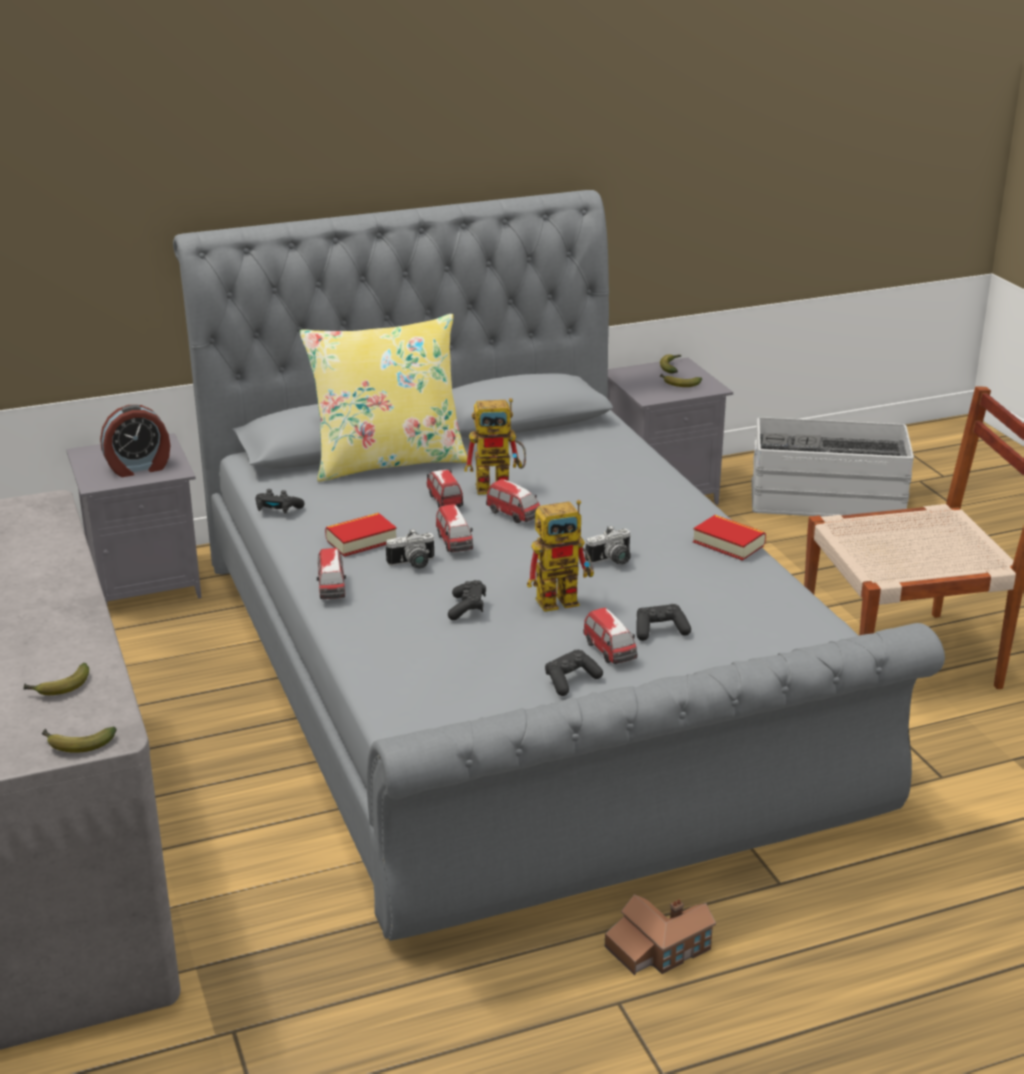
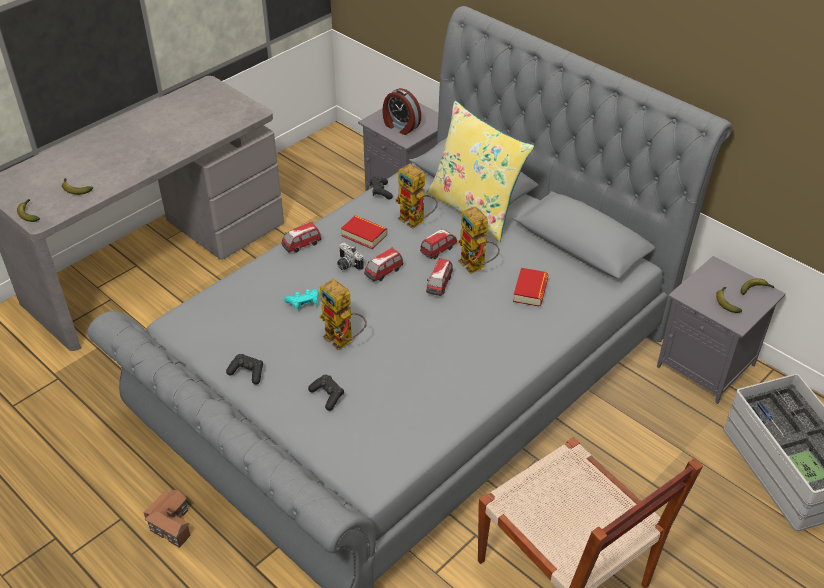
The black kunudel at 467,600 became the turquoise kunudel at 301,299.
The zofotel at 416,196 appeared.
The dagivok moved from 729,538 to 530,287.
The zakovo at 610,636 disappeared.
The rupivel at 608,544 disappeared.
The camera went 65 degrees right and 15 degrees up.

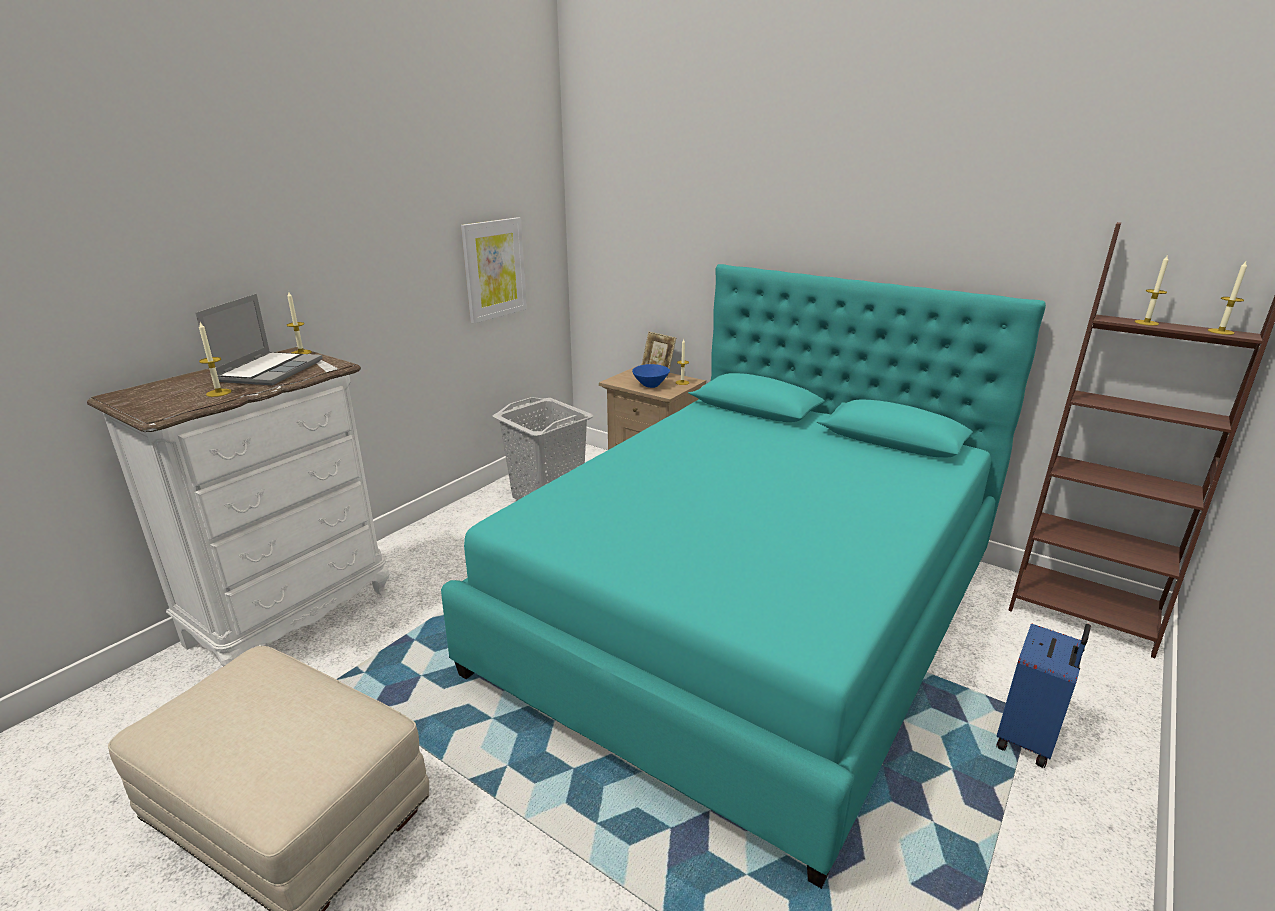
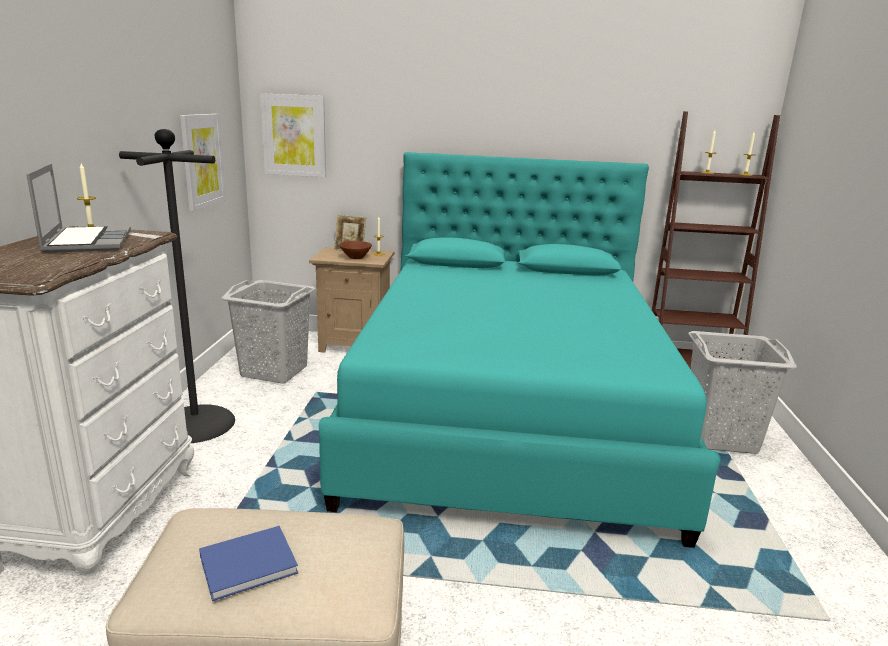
The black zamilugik at 177,286 appeared.
The blue dagivok at 248,563 appeared.
The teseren at 293,135 appeared.
The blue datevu at 651,376 became the brown datevu at 356,250.
The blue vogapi at 1043,695 was replaced by the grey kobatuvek at 742,392.
The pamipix at 215,359 disappeared.
The camera went 30 degrees left and 5 degrees down.

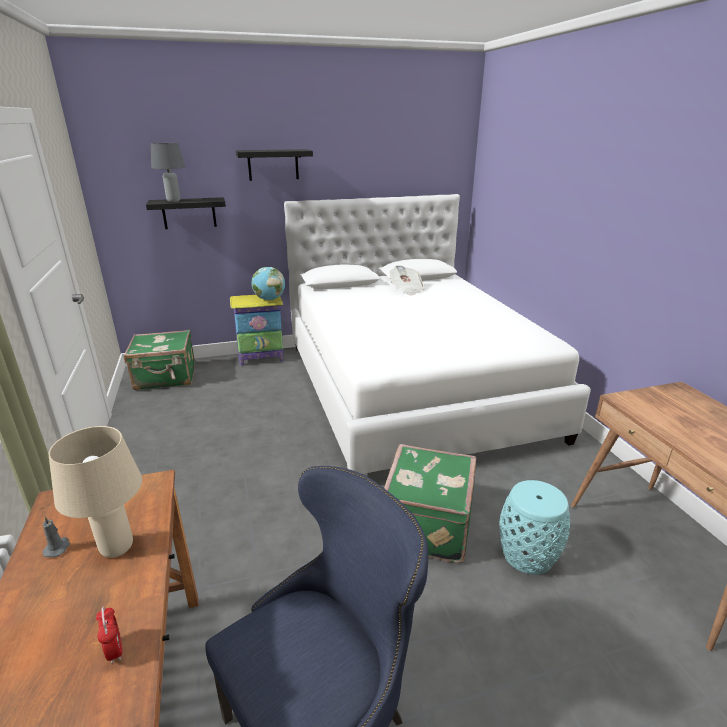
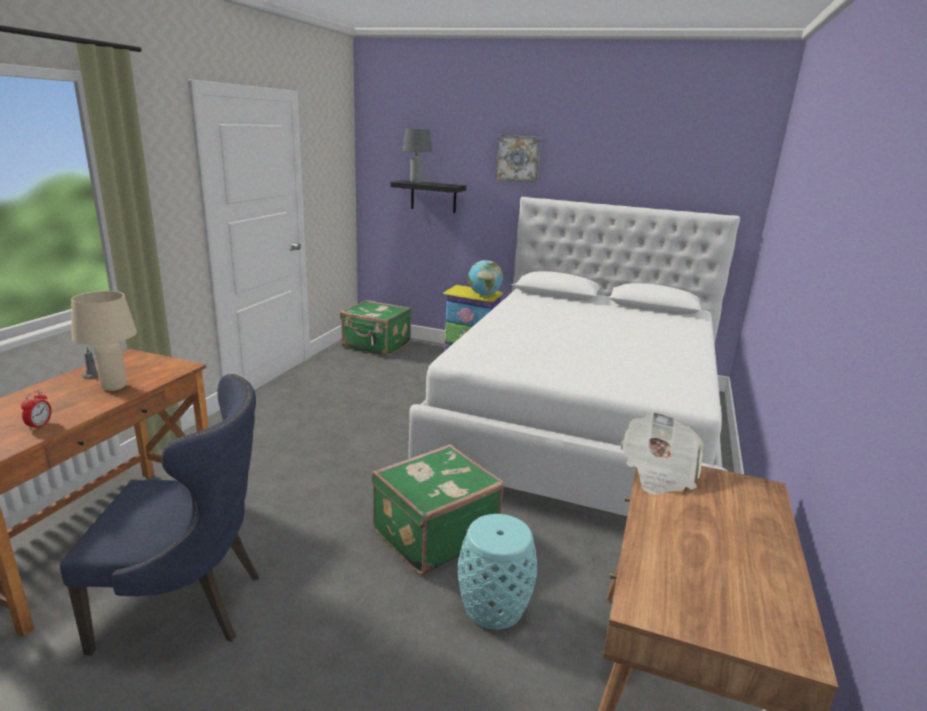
The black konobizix at 274,165 was replaced by the teseren at 518,159.
The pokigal moved from 406,280 to 662,453.
The camera went 35 degrees right and 5 degrees down.

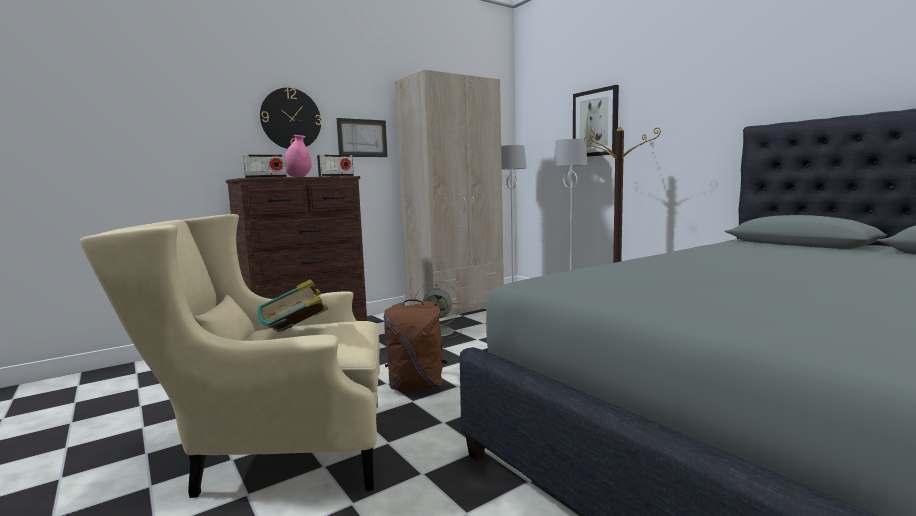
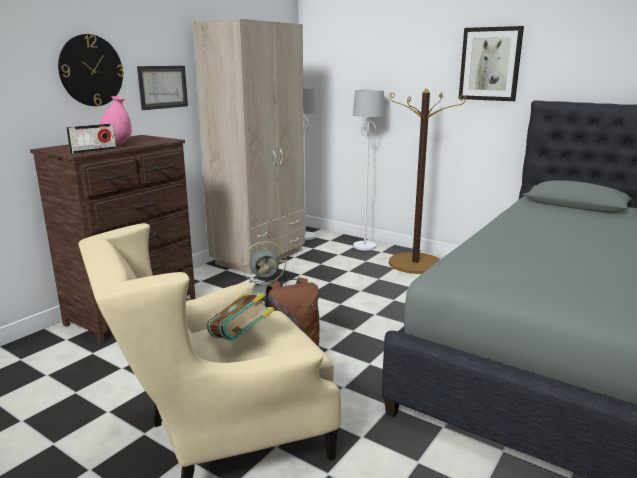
The teseren moved from 596,121 to 491,63.
The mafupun at 335,166 disappeared.
The camera went 20 degrees left and 10 degrees up.

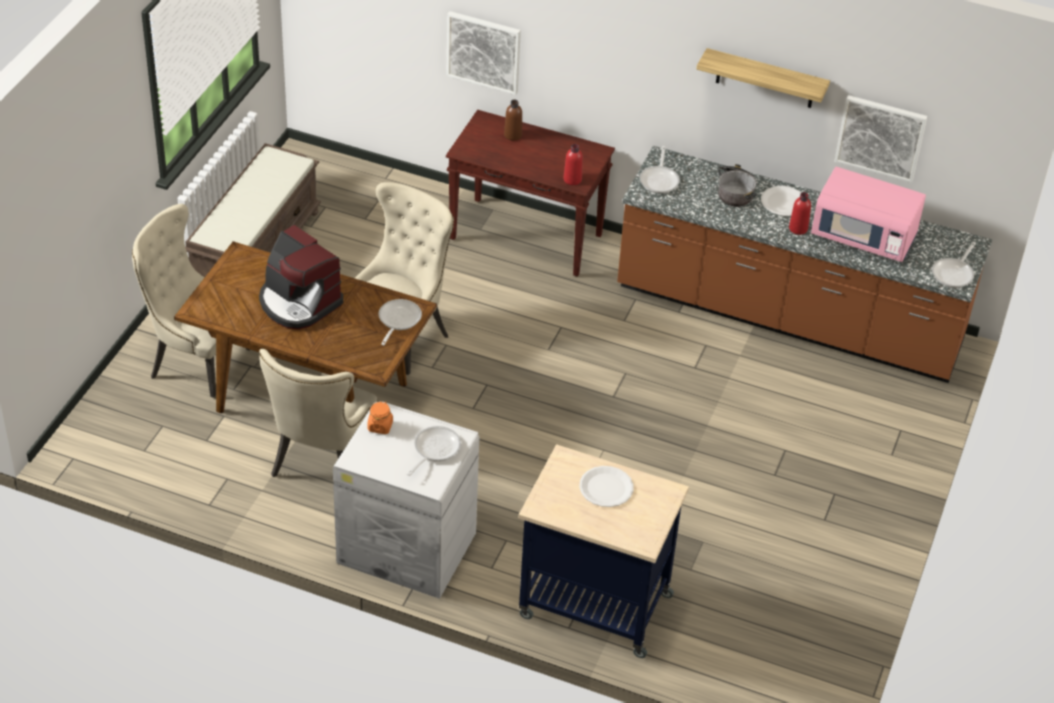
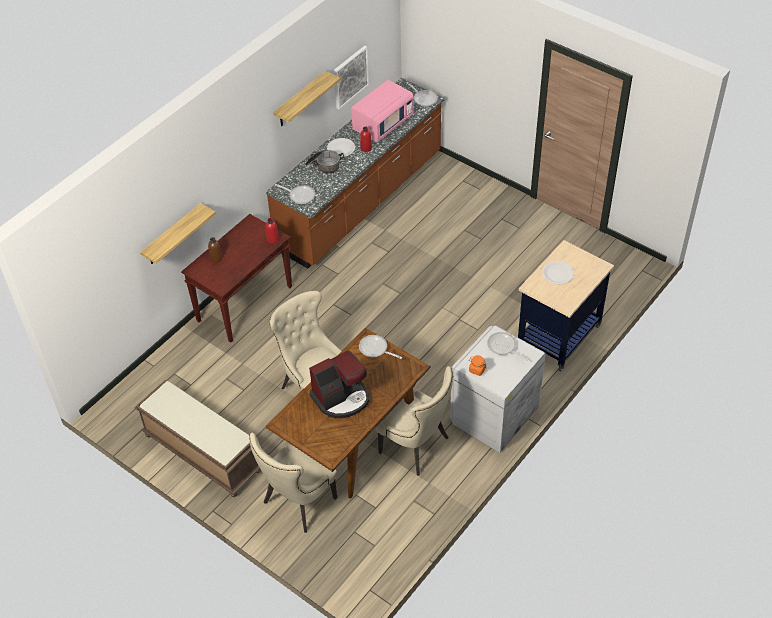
The teseren at 483,53 was replaced by the konobizix at 178,233.
The camera went 70 degrees left and 5 degrees up.

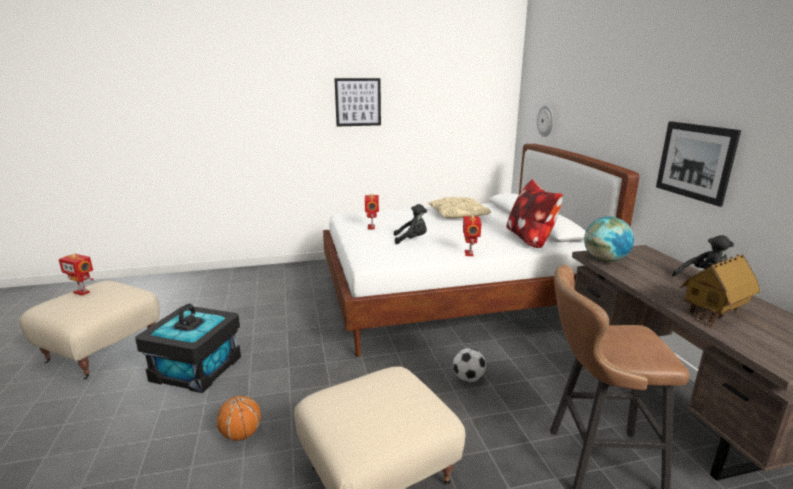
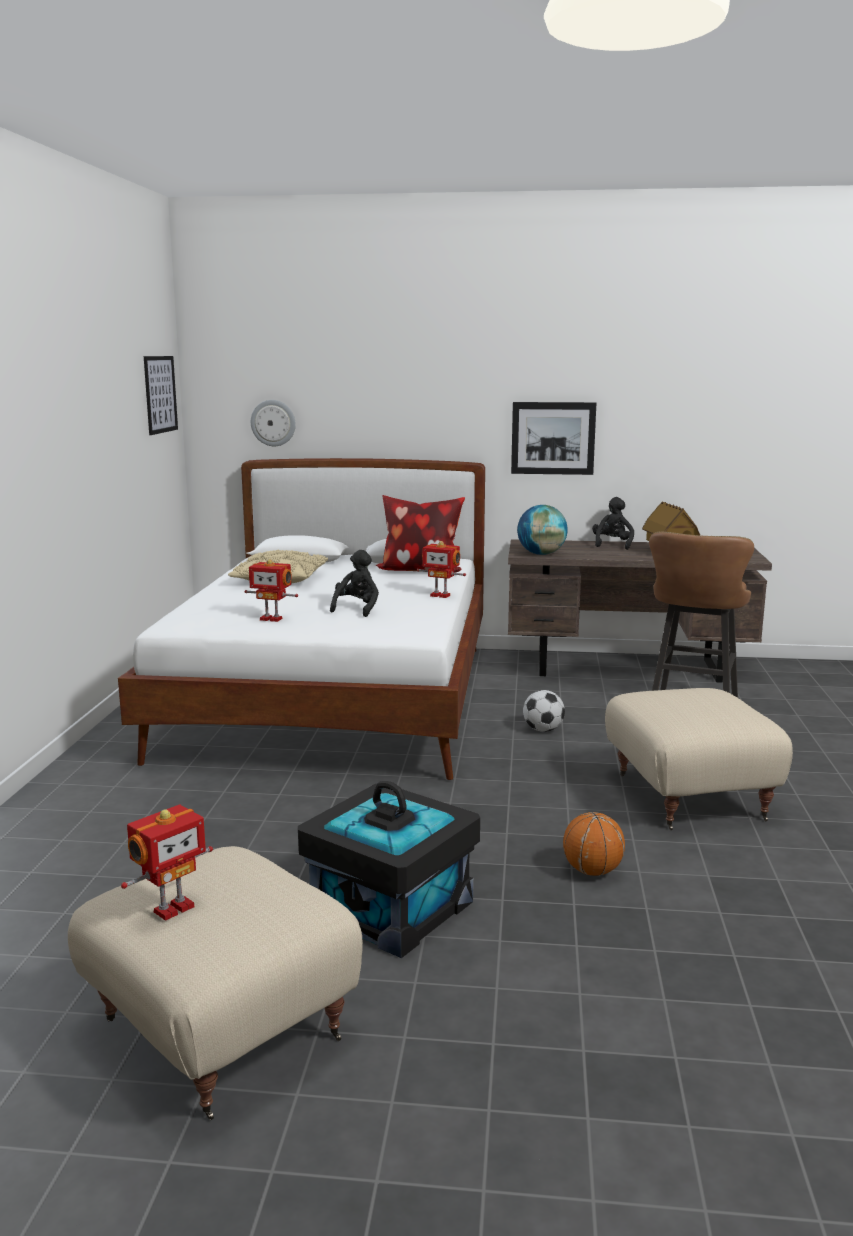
The teseren moved from 357,102 to 161,395.
The camera went 70 degrees left and 5 degrees down.

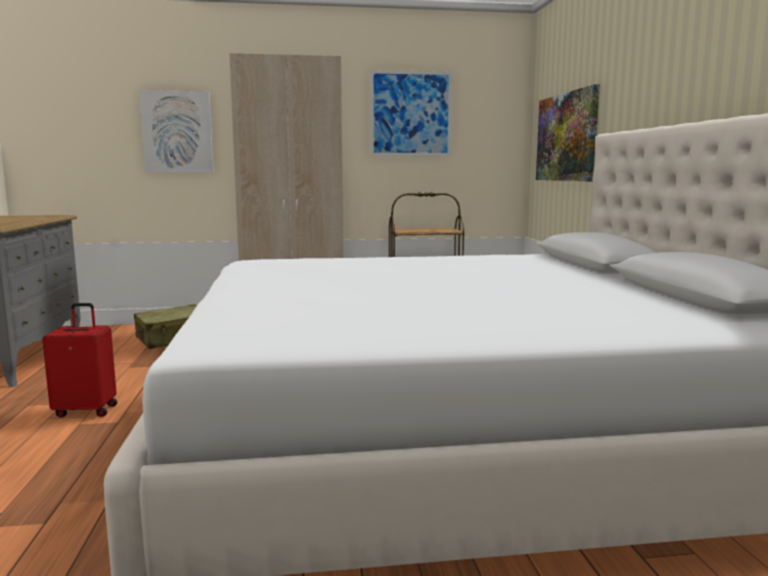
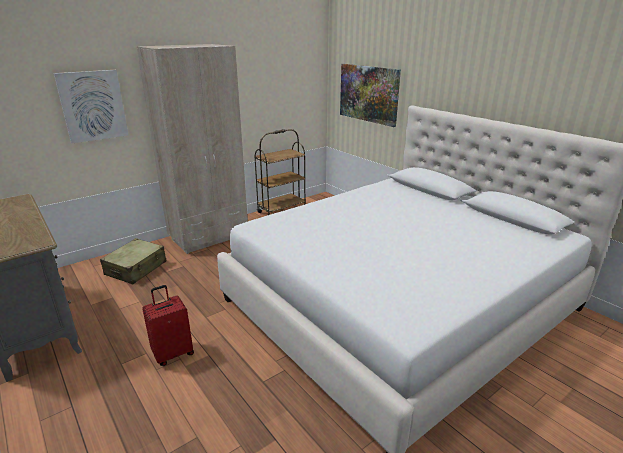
The teseren at 411,113 disappeared.
The camera went 30 degrees left and 15 degrees up.

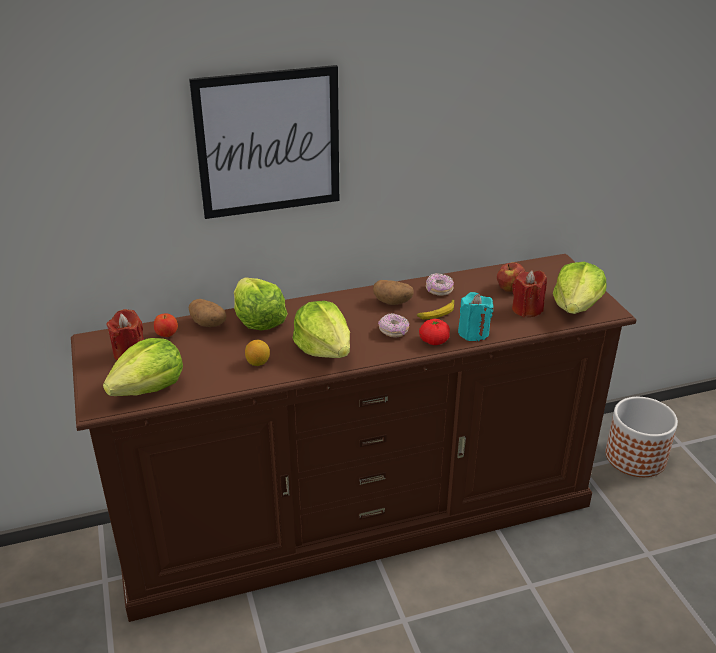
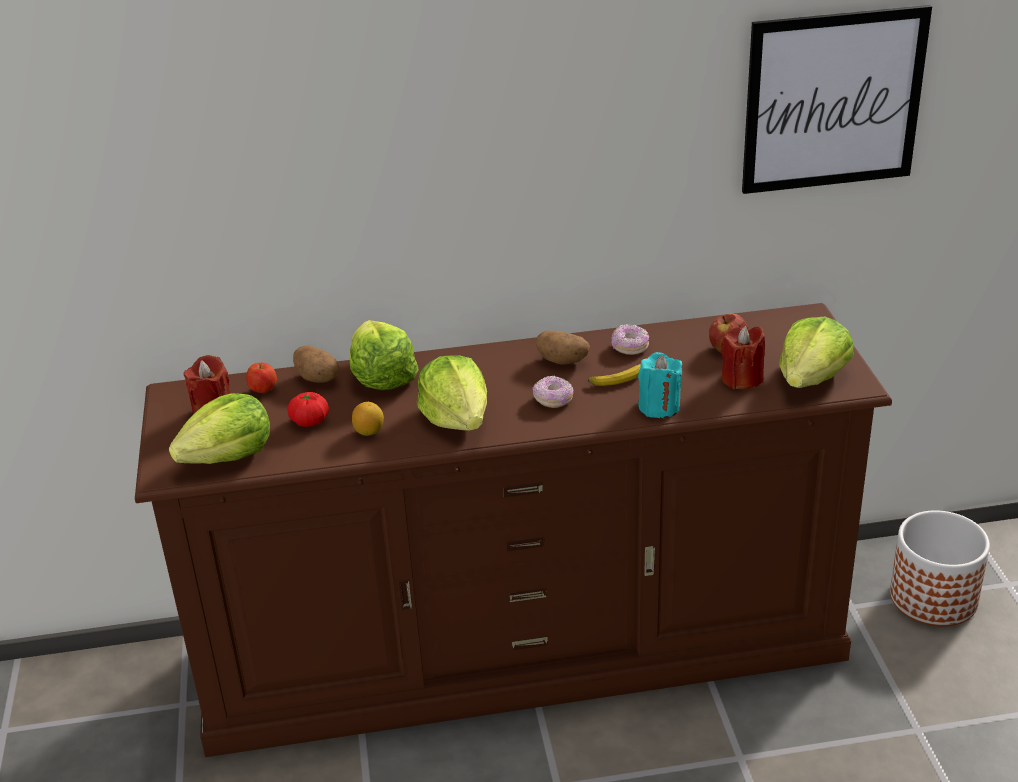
The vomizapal moved from 434,332 to 308,409.
The teseren moved from 264,142 to 837,99.
The camera went 10 degrees right and 0 degrees up.

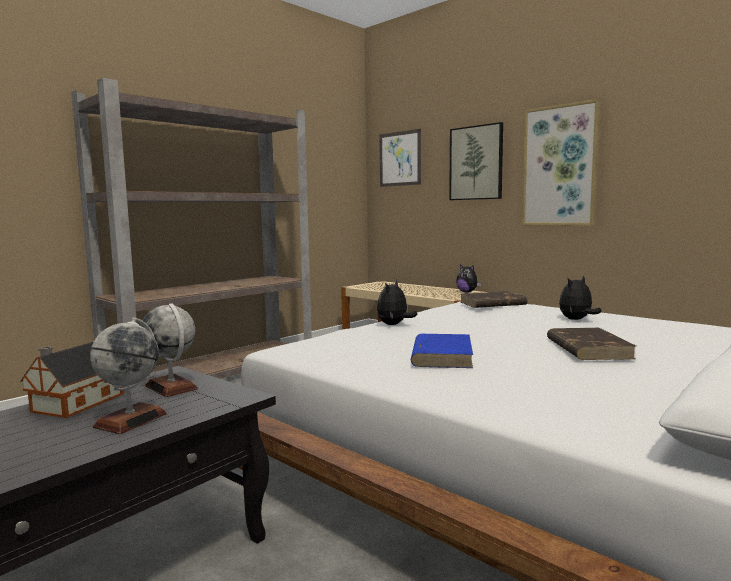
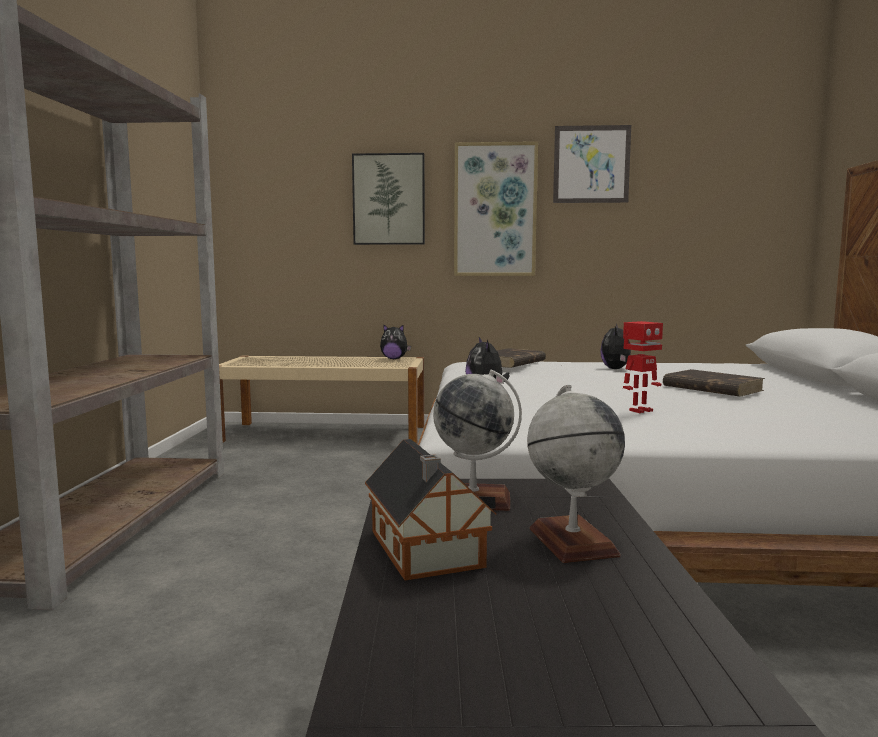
The teseren moved from 400,158 to 592,164.
The blue dagivok at 442,351 was replaced by the zofotel at 643,367.
The camera went 40 degrees left and 0 degrees up.

